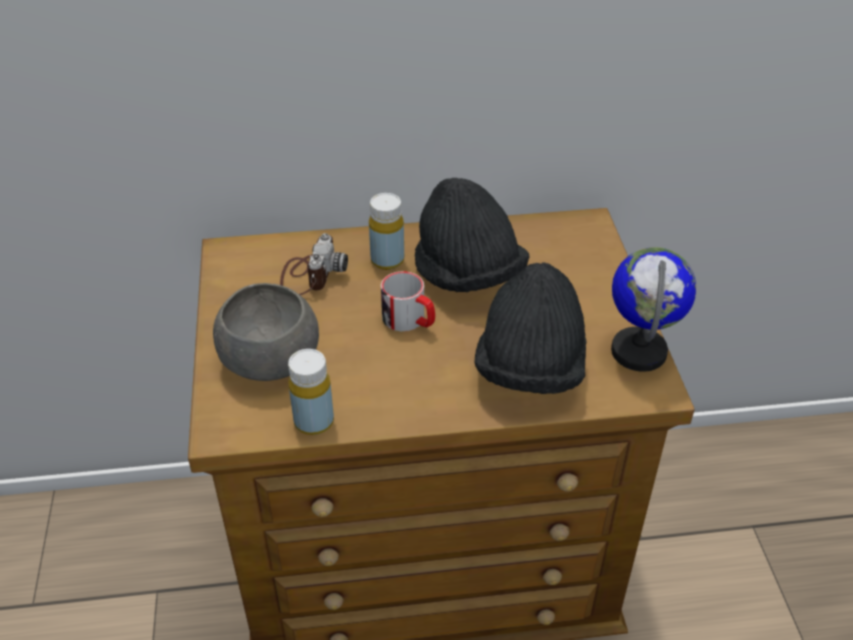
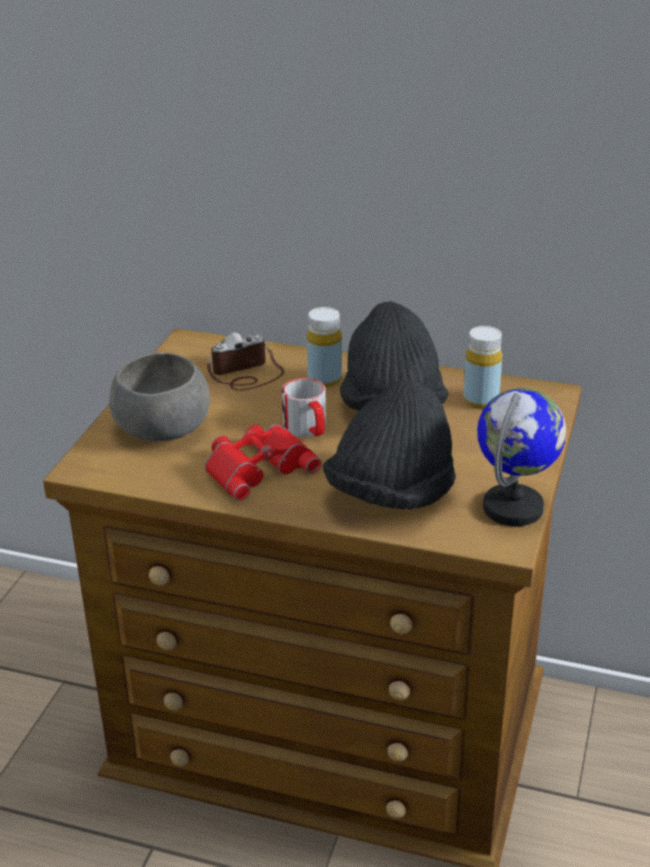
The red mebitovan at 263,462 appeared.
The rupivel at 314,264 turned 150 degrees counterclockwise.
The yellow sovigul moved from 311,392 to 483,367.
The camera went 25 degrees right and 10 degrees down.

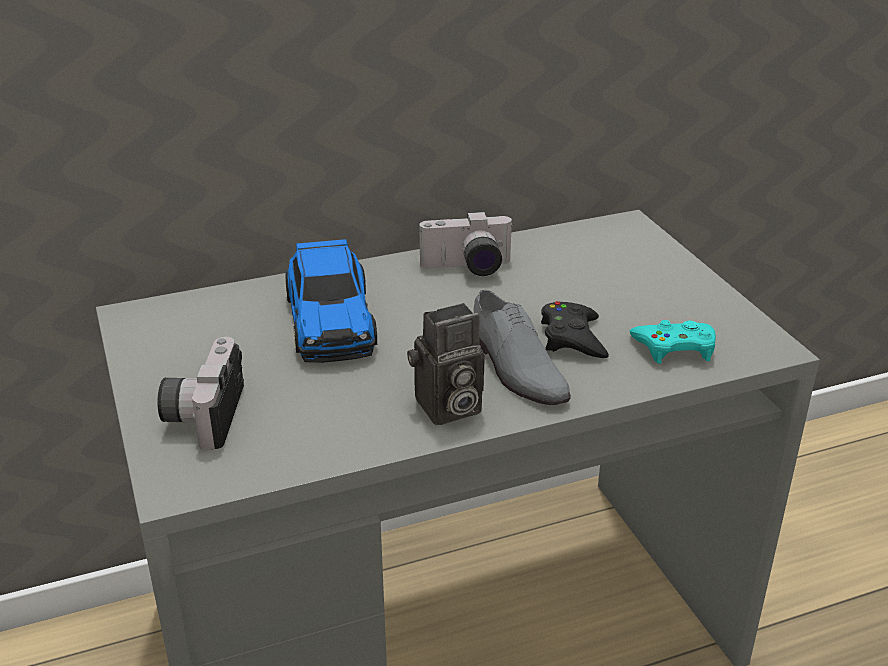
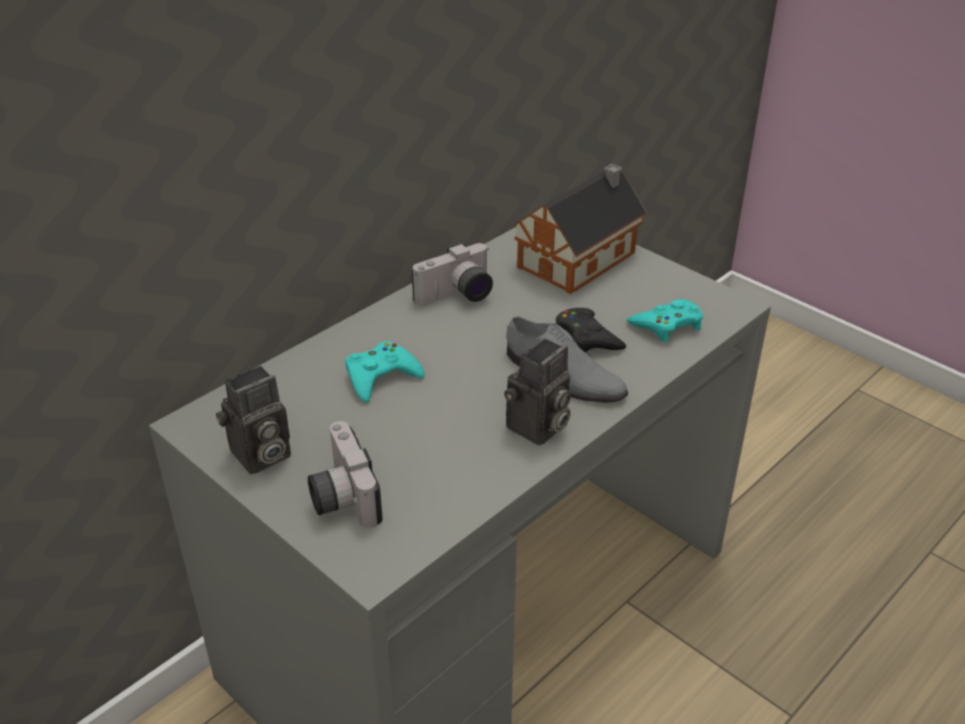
The rupivel at 253,420 appeared.
The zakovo at 331,301 was replaced by the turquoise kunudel at 385,372.
The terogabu at 579,229 appeared.
The camera went 25 degrees left and 5 degrees up.

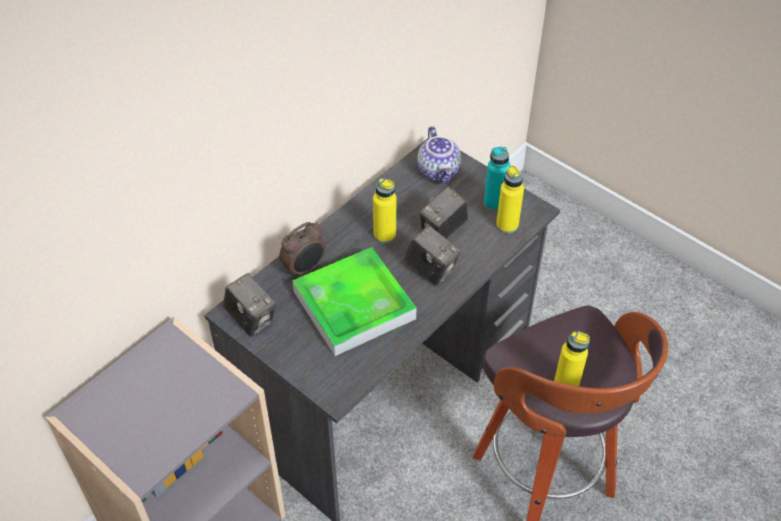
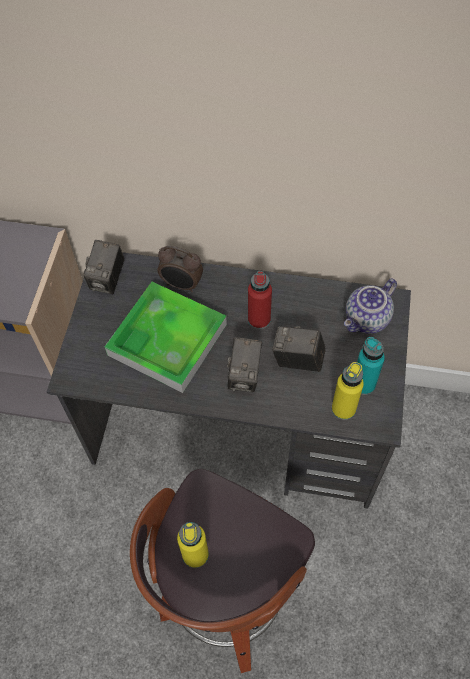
The yellow sovigul at 385,211 became the red sovigul at 260,300.
The camera went 60 degrees right and 10 degrees up.

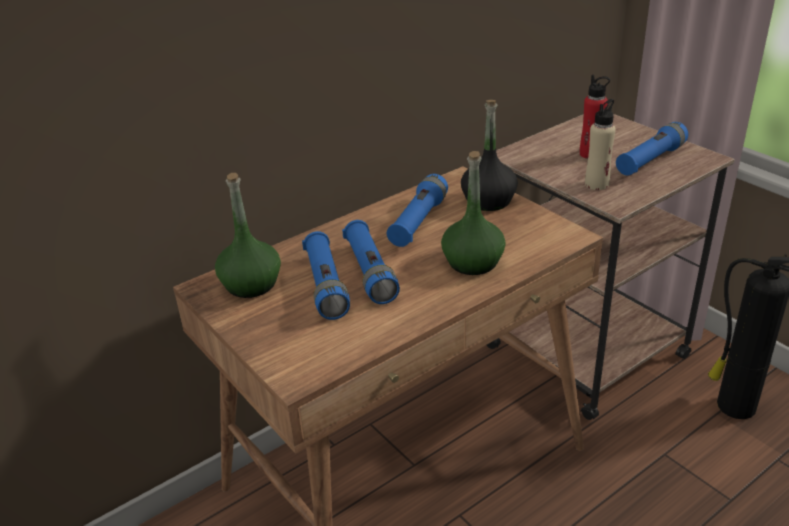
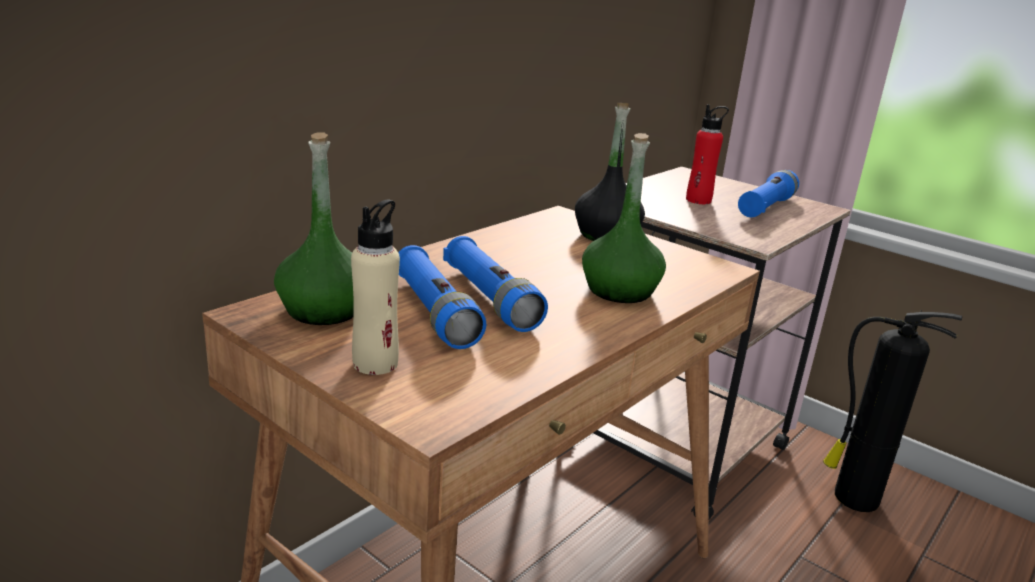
The beige sovigul moved from 600,144 to 375,287.
The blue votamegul at 417,210 disappeared.
The camera went 15 degrees left and 10 degrees down.

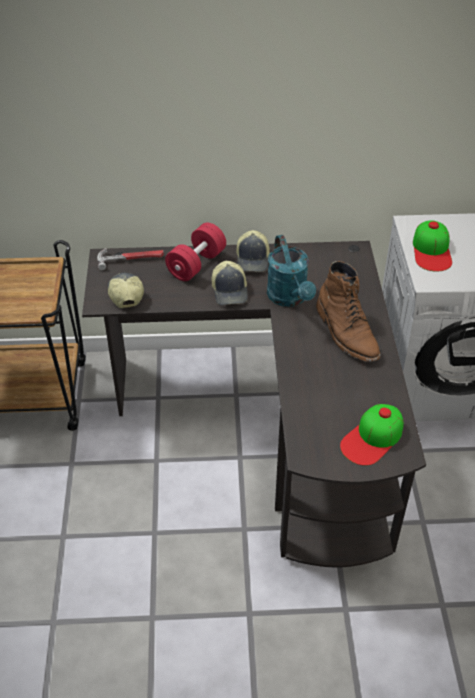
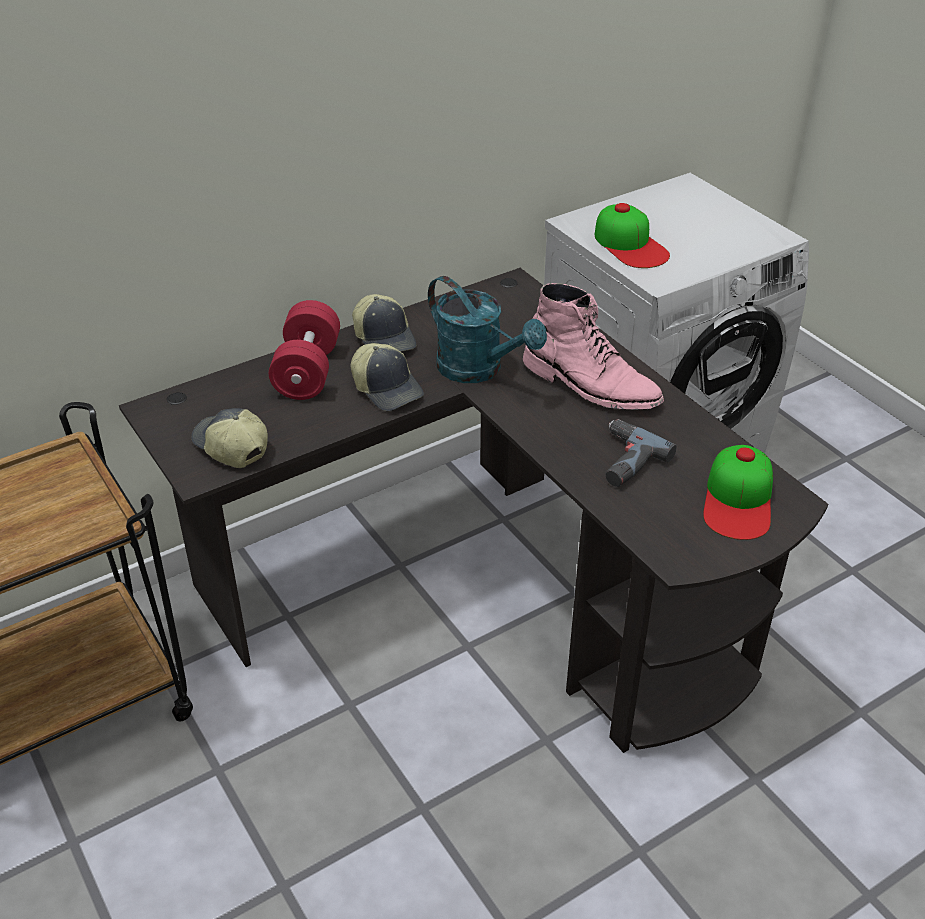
The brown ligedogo at 348,311 became the pink ligedogo at 593,346.
The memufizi at 641,453 appeared.
The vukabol at 130,259 disappeared.
The camera went 30 degrees left and 5 degrees down.

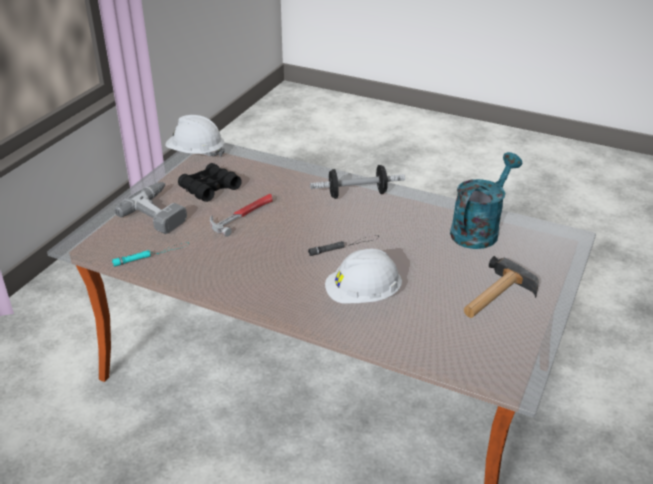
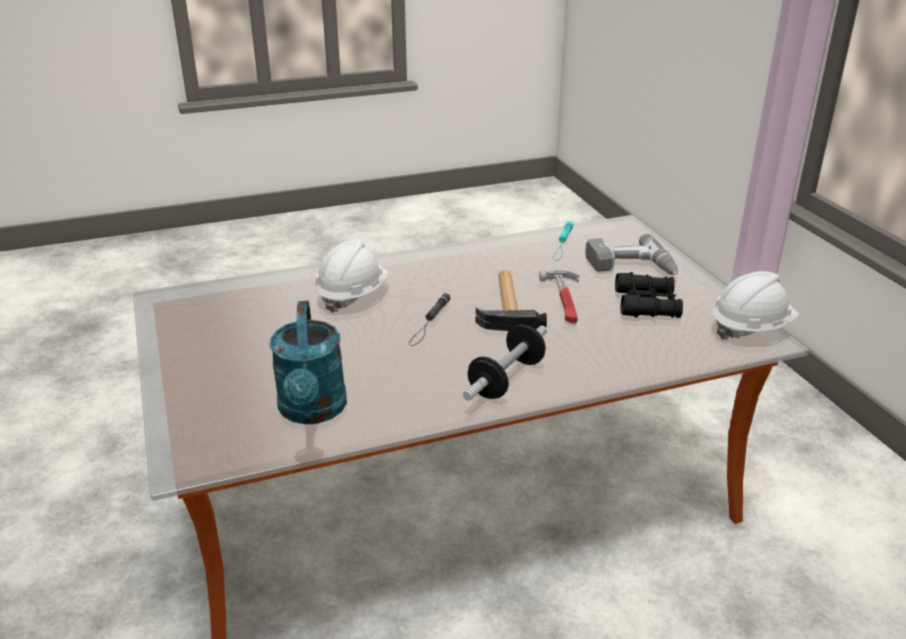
The vukabol moved from 501,287 to 511,300.
The camera went 135 degrees right and 5 degrees down.

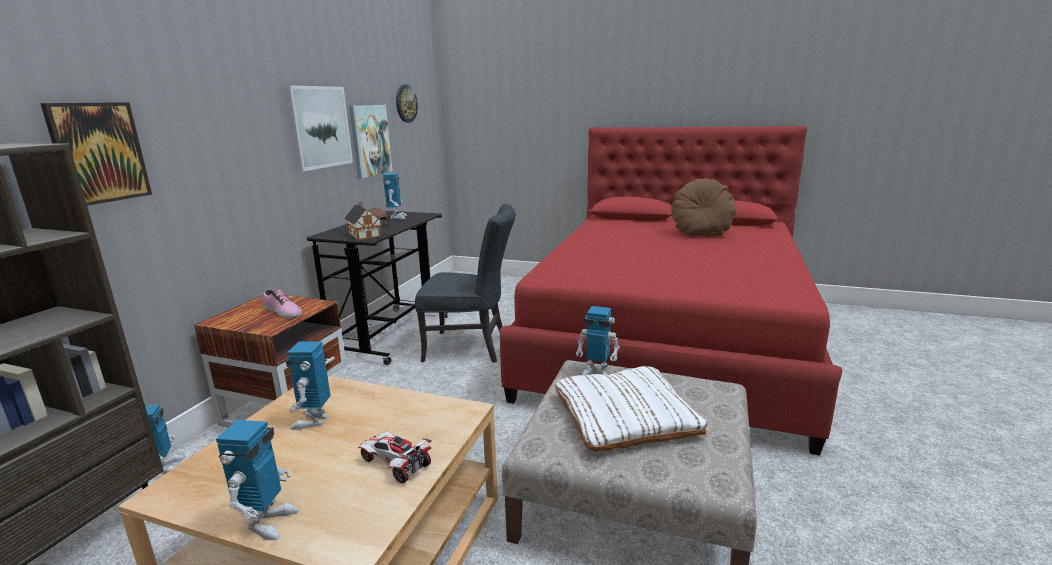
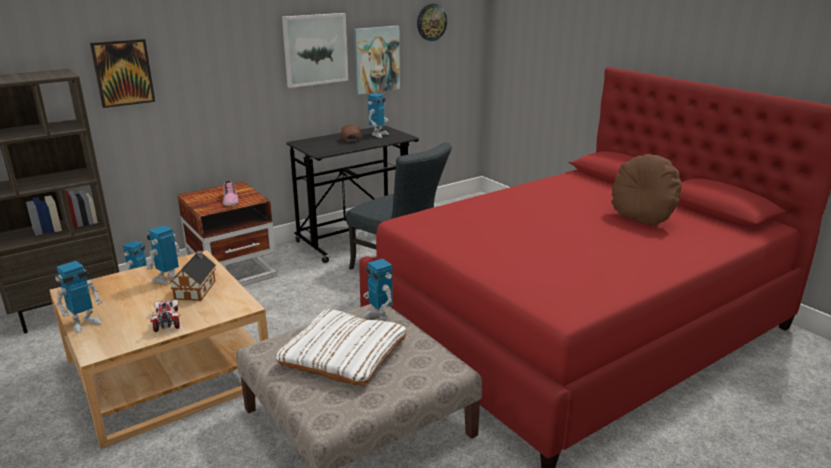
The terogabu moved from 362,221 to 192,276.
The camera went 35 degrees right and 5 degrees up.

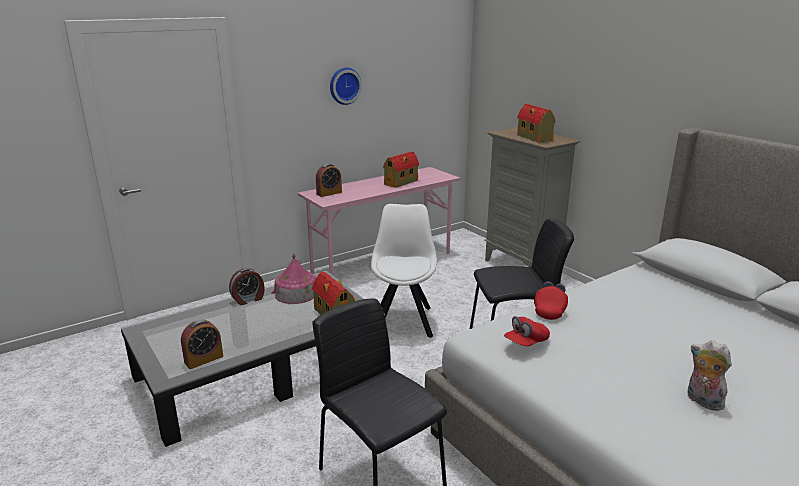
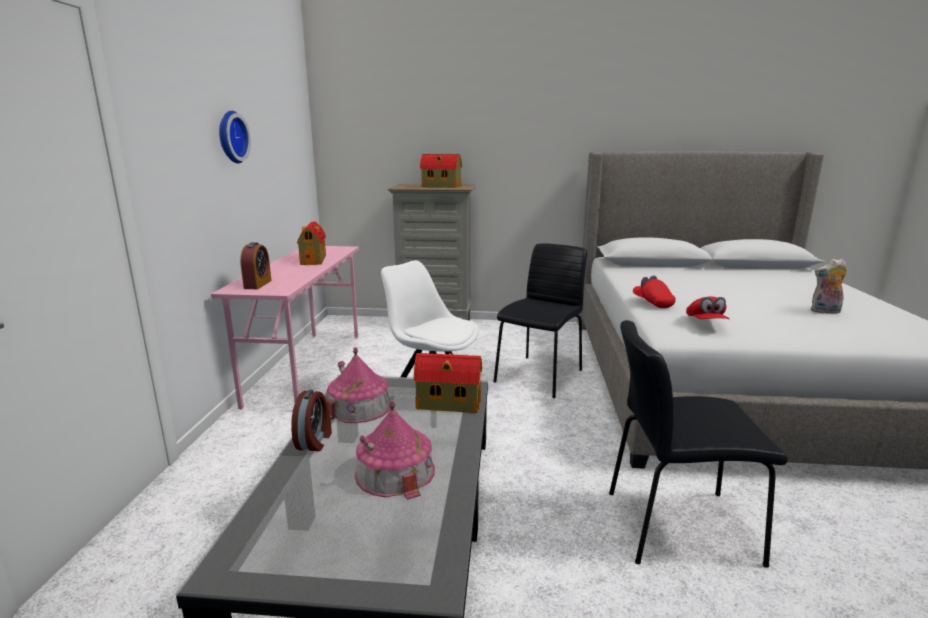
The terogabu at 395,450 appeared.
The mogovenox at 202,344 disappeared.
The camera went 50 degrees left and 5 degrees down.

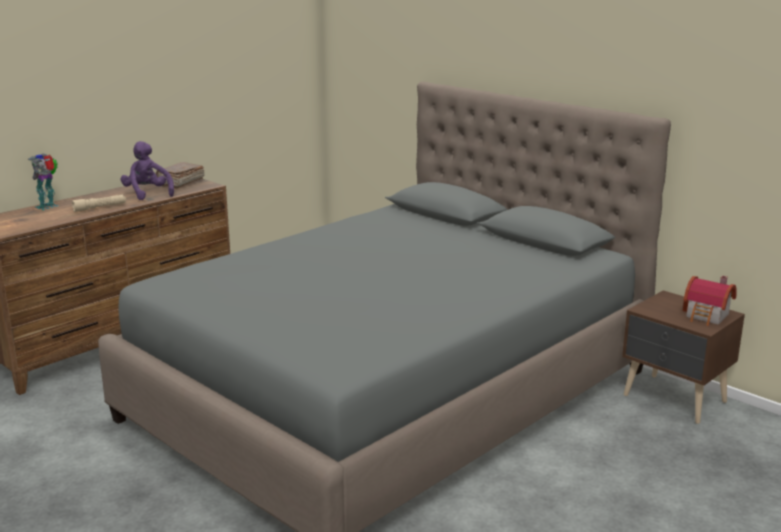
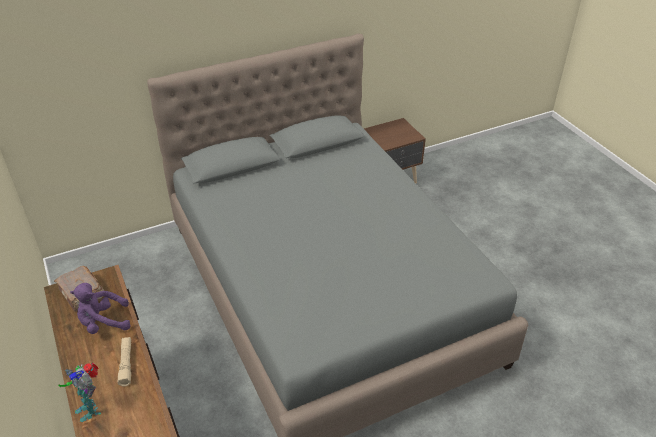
The terogabu at 710,301 disappeared.
The camera went 70 degrees left and 20 degrees up.

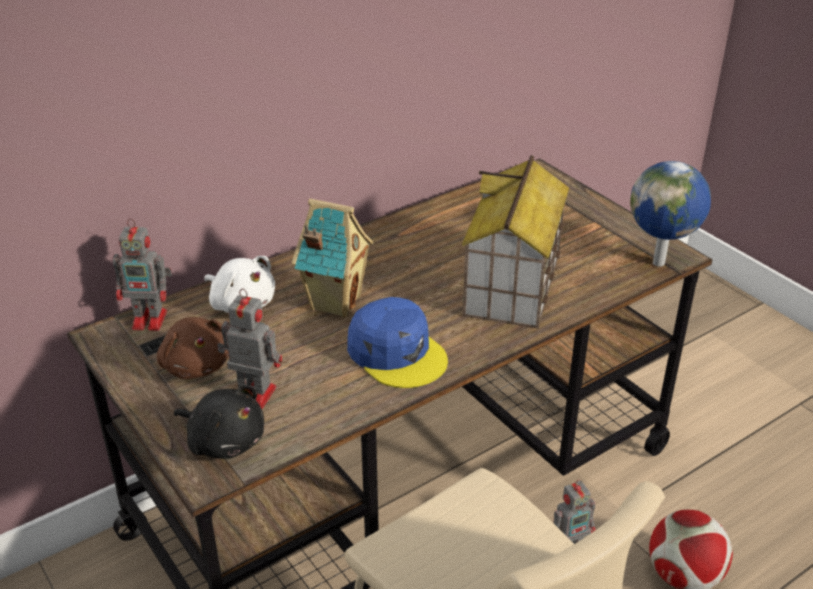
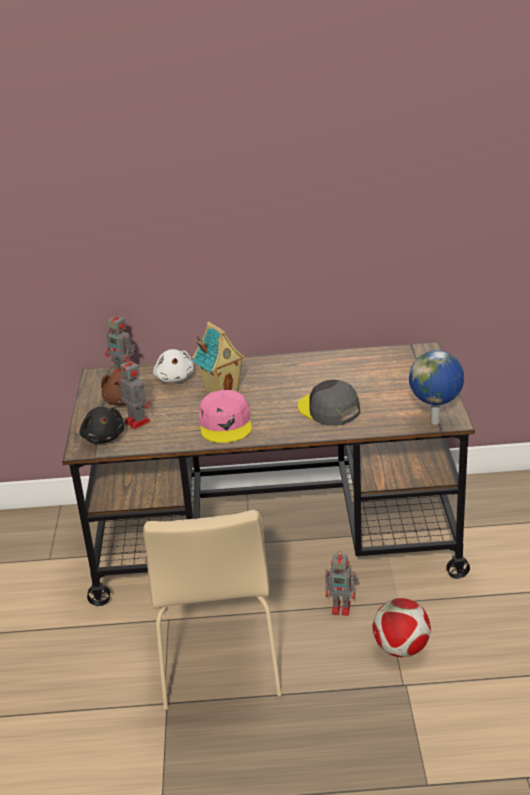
The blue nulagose at 397,342 became the pink nulagose at 225,416.
The terogabu at 515,242 was replaced by the grey nulagose at 329,402.
The camera went 35 degrees right and 5 degrees down.

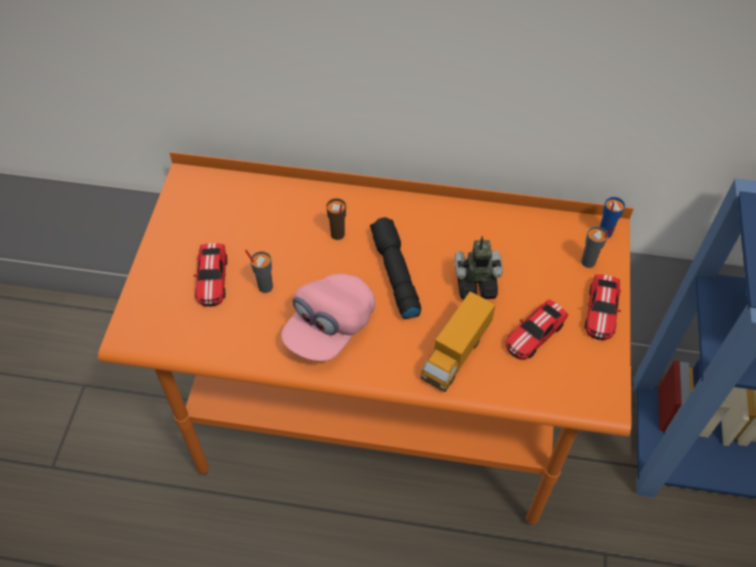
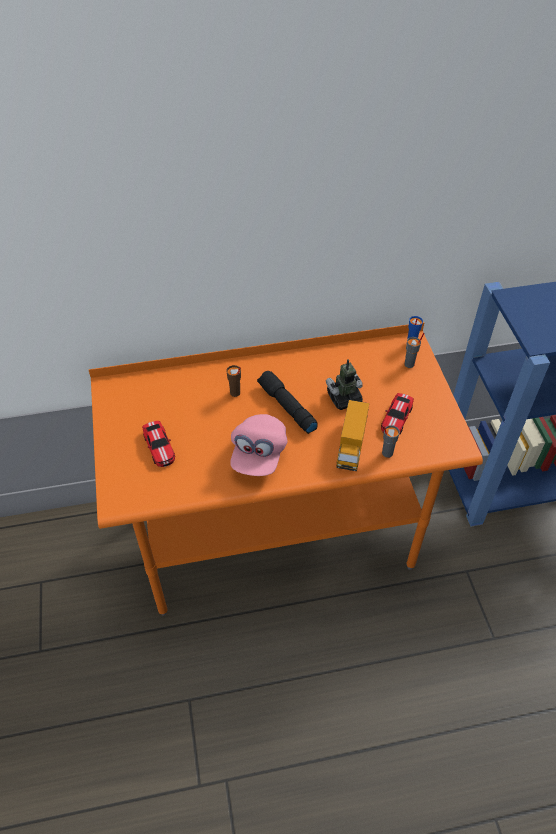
The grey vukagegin moved from 259,271 to 391,441.
The zakovo at 602,307 disappeared.
The camera went 20 degrees left and 5 degrees down.

